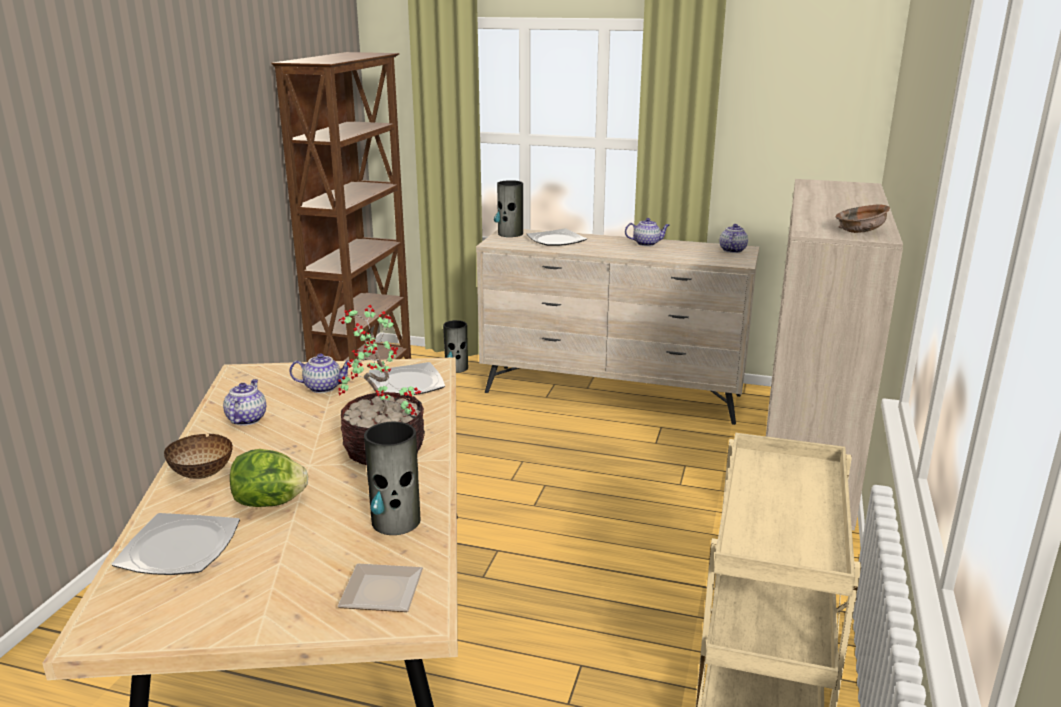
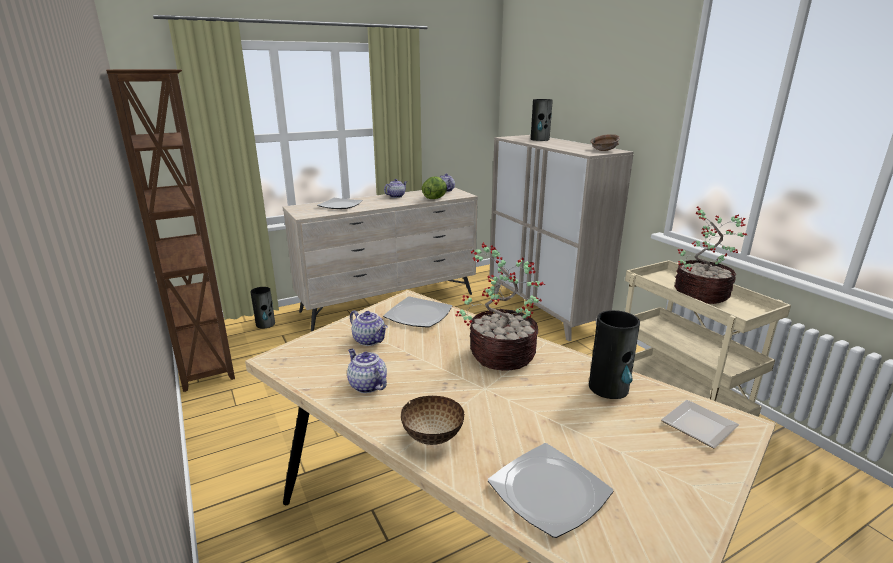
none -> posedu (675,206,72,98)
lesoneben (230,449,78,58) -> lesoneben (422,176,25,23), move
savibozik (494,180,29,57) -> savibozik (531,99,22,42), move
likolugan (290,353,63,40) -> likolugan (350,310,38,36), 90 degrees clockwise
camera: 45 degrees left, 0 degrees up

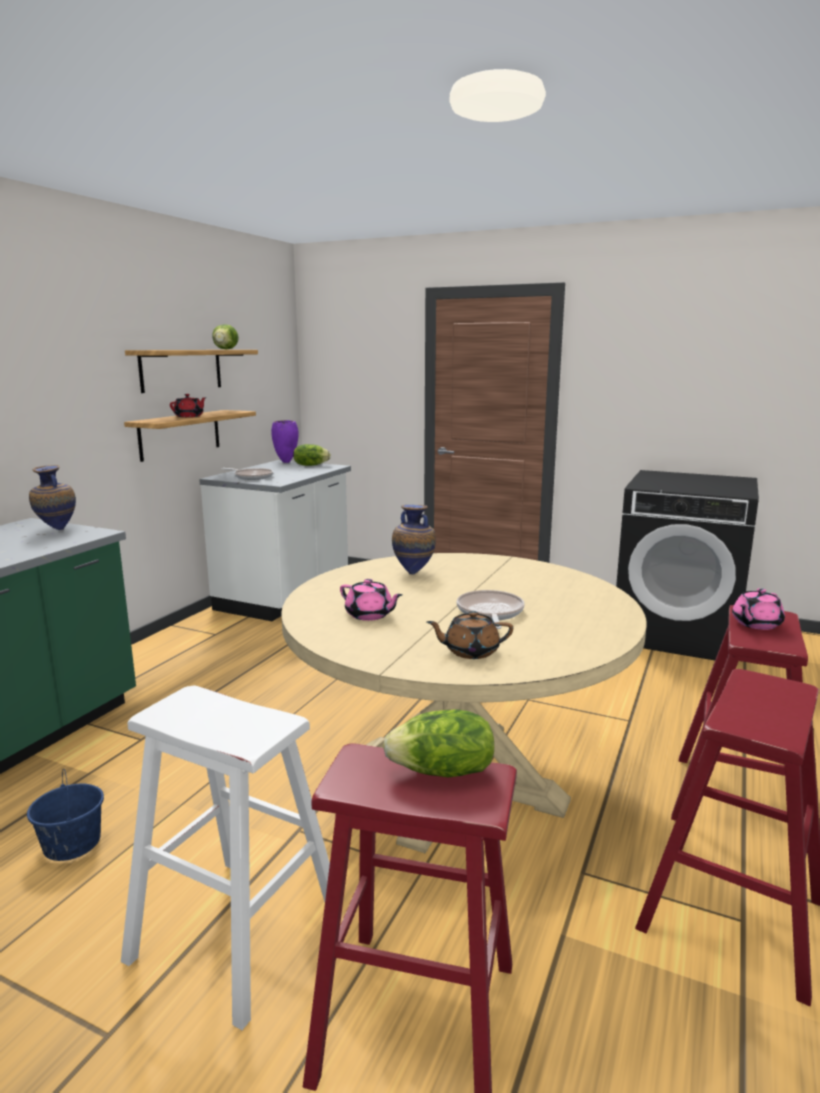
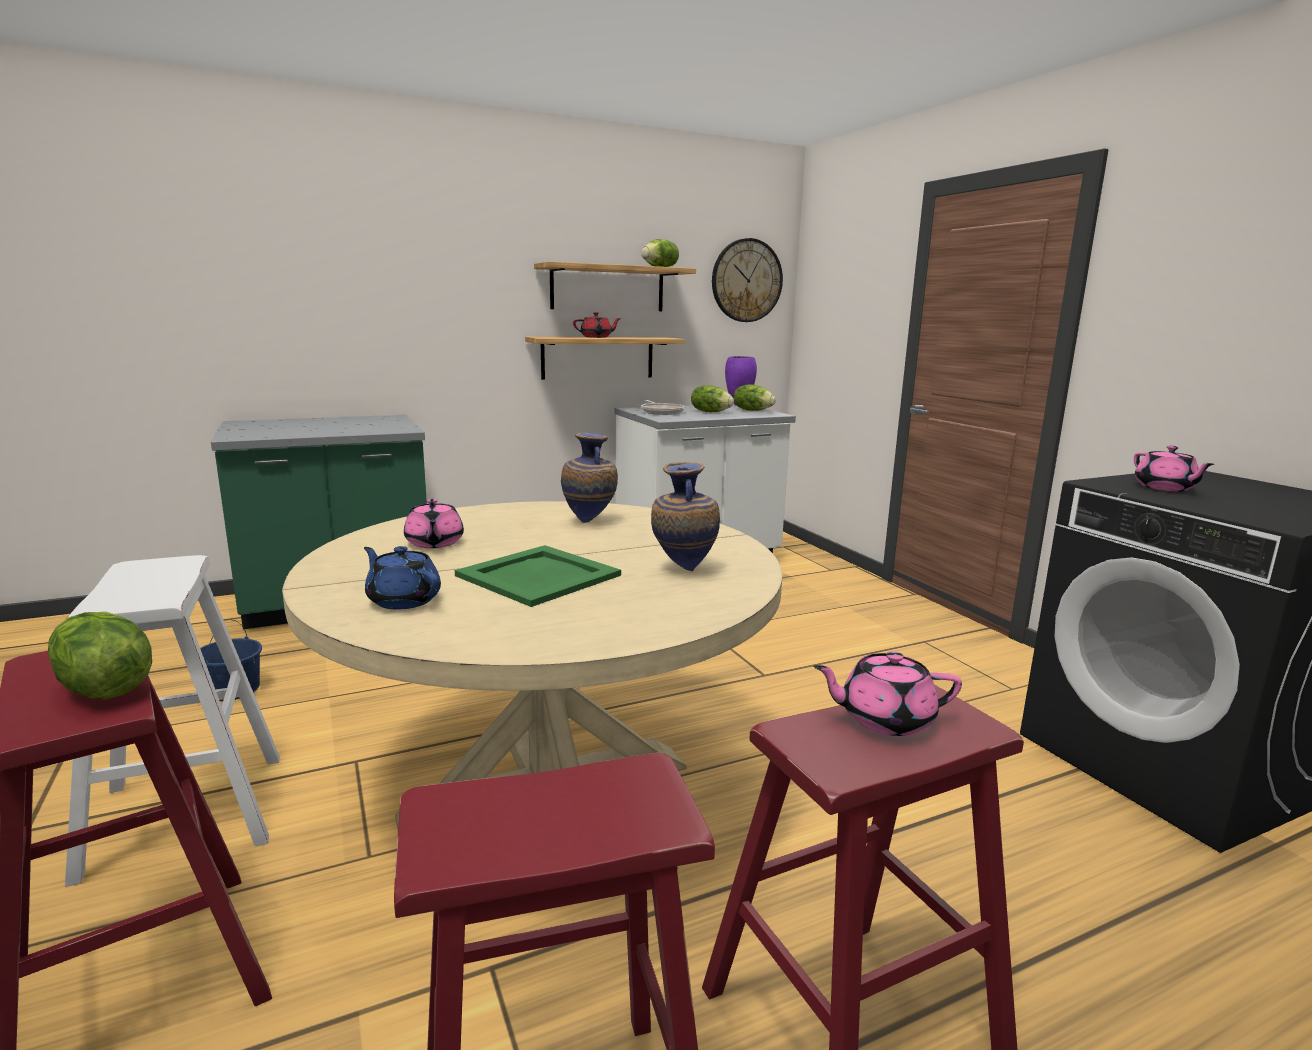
none -> lesoneben (691,385,43,27)
none -> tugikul (712,238,71,84)
none -> pink_likolugan (1134,446,80,45)
savibozik (29,465,47,65) -> savibozik (651,462,69,109), move
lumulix (457,590,68,39) -> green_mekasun (455,545,166,62)
brown_likolugan (427,611,86,48) -> blue_likolugan (364,546,77,63)
camera: 40 degrees right, 0 degrees up

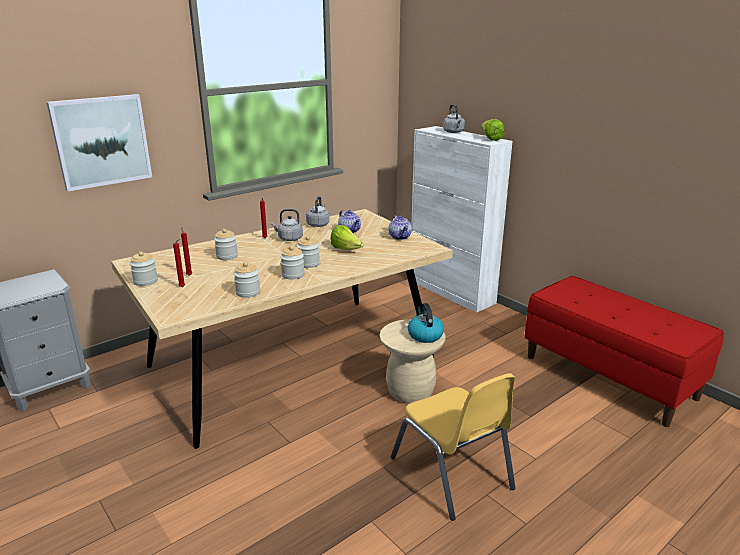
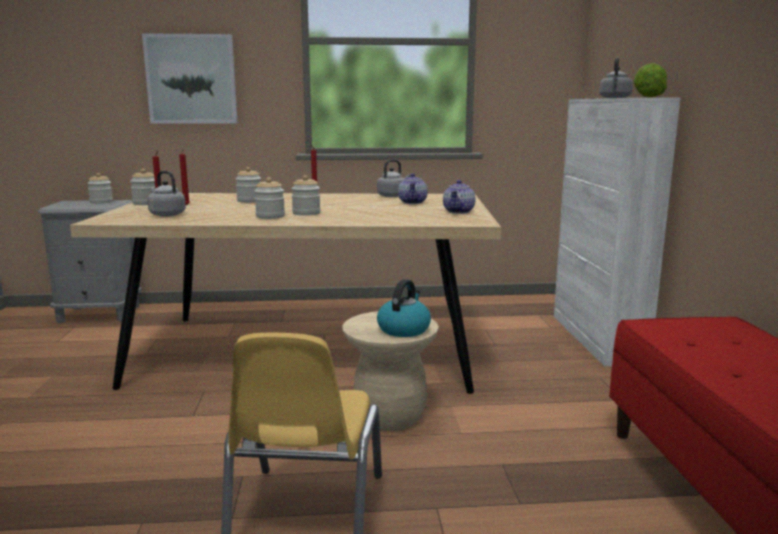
lesoneben (330,225,34,25) -> none
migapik (233,262,27,36) -> migapik (87,173,26,31), move
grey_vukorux (271,209,32,32) -> grey_vukorux (147,171,39,46), move
camera: 35 degrees right, 10 degrees down

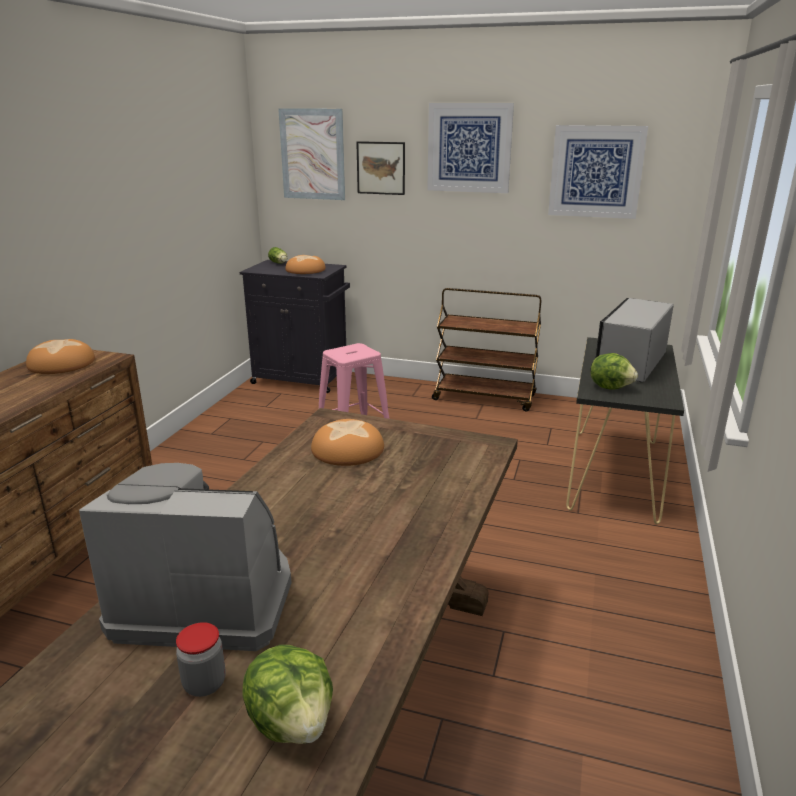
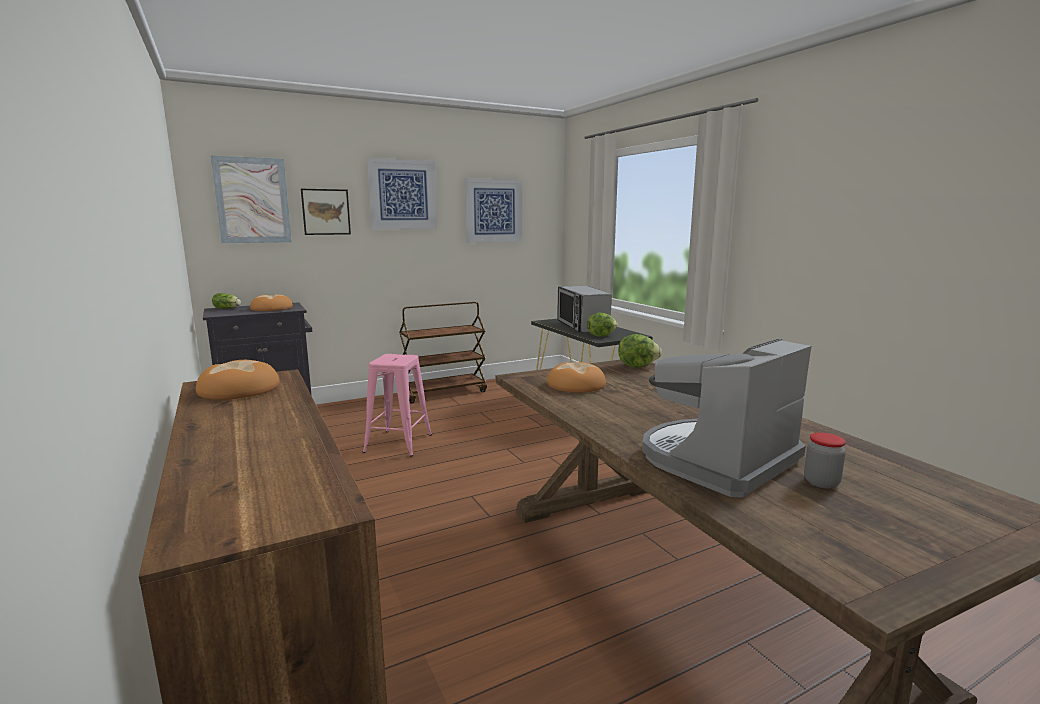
lesoneben (242,645,91,99) -> lesoneben (618,334,44,33), move
camera: 45 degrees left, 10 degrees down

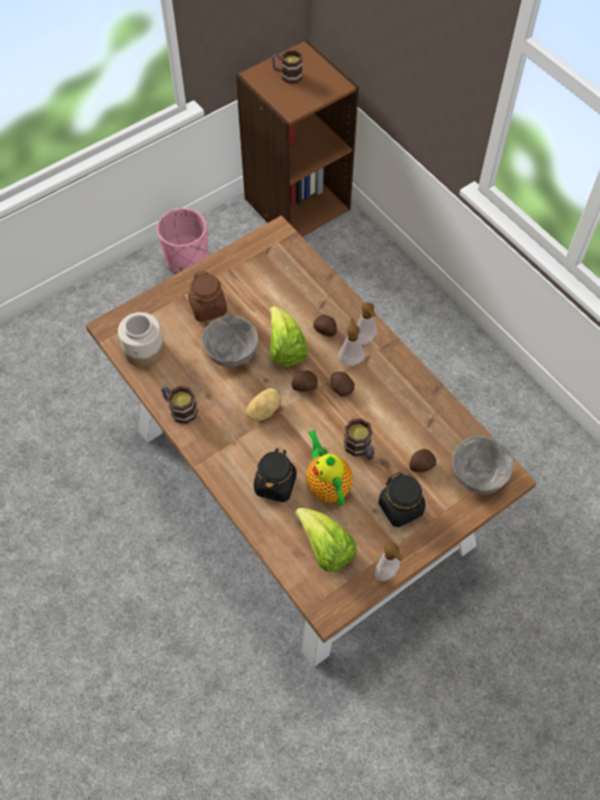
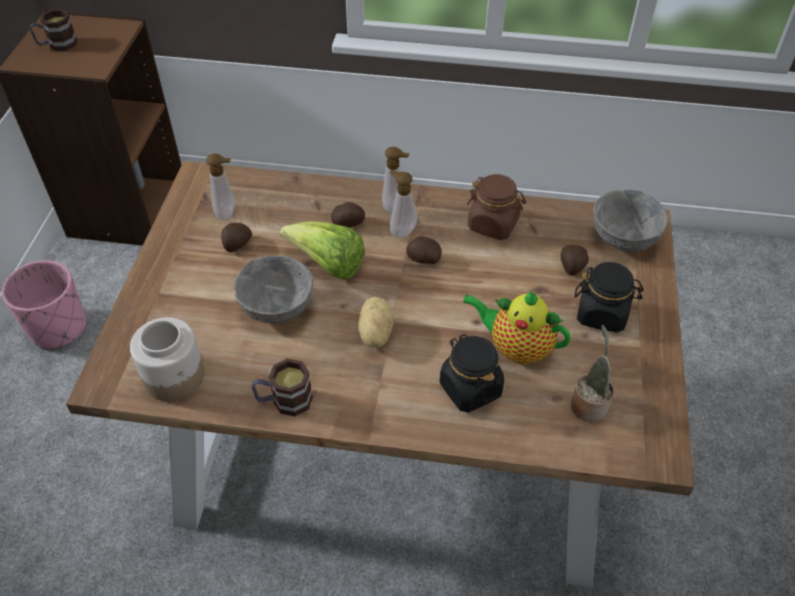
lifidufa (344,418,31,42) -> none
brown_migapik (188,271,39,51) -> brown_migapik (467,174,59,66), move
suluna (291,370,27,22) -> suluna (221,223,31,29), move
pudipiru (375,542,29,39) -> pudipiru (206,153,29,67), move
lesoneben (295,508,62,64) -> posedu (571,325,43,97)
camera: 45 degrees left, 10 degrees down

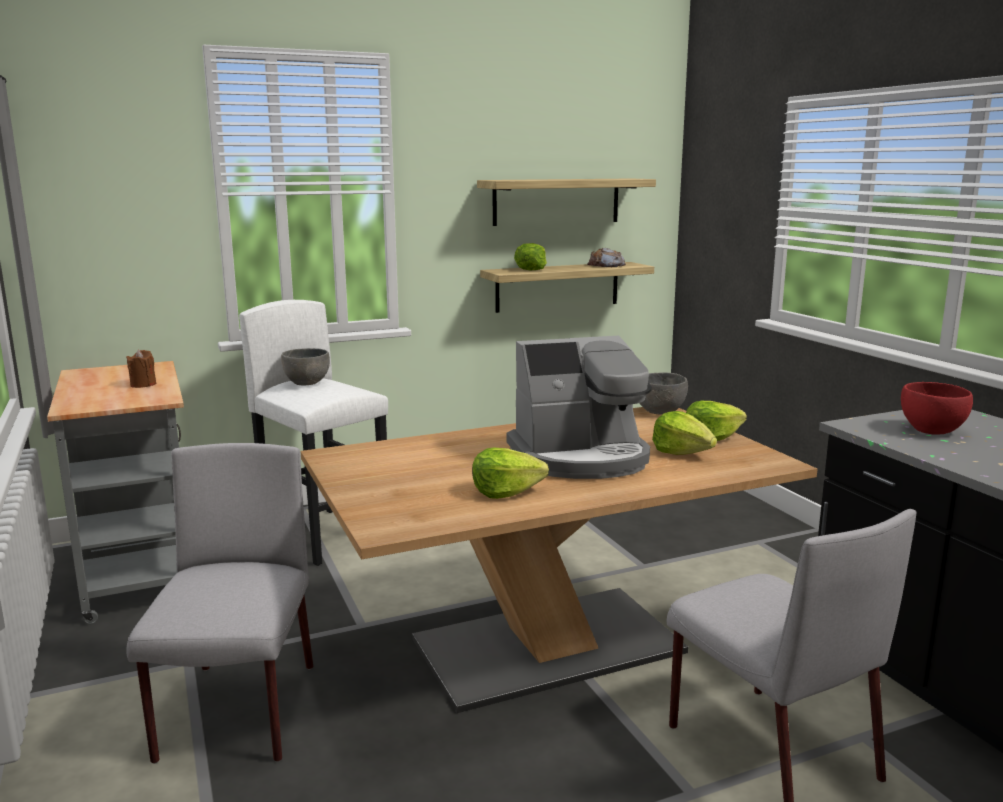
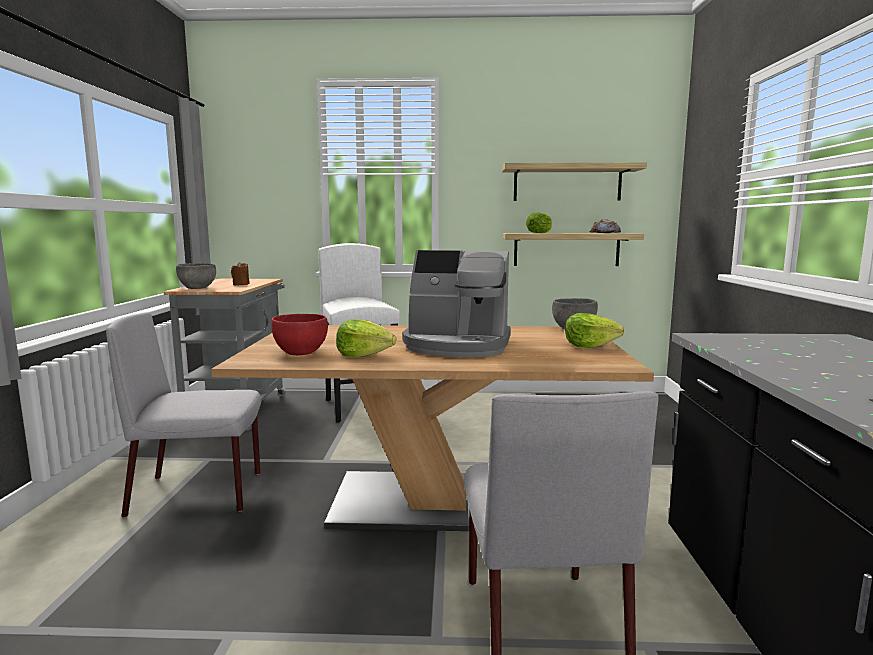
lesoneben (652,411,65,44) -> none
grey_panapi (281,348,49,37) -> grey_panapi (176,263,40,26), move
red_panapi (901,382,72,53) -> red_panapi (271,314,57,41), move
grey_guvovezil (126,443,187,321) -> grey_guvovezil (106,312,155,206), 120 degrees counterclockwise
camera: 25 degrees right, 5 degrees down

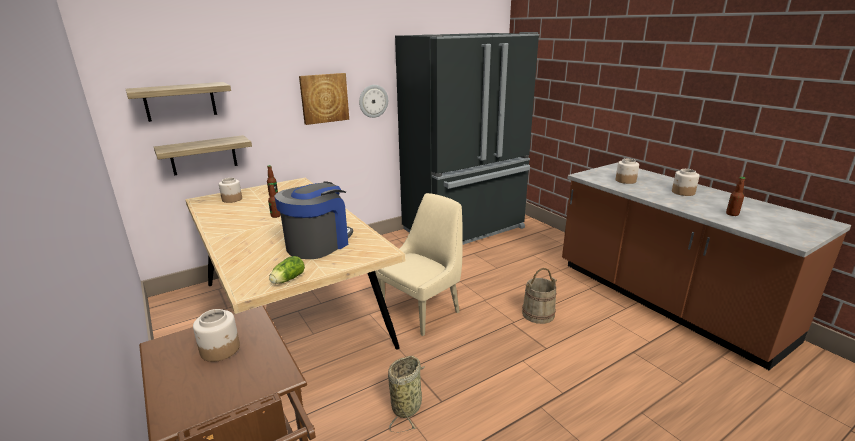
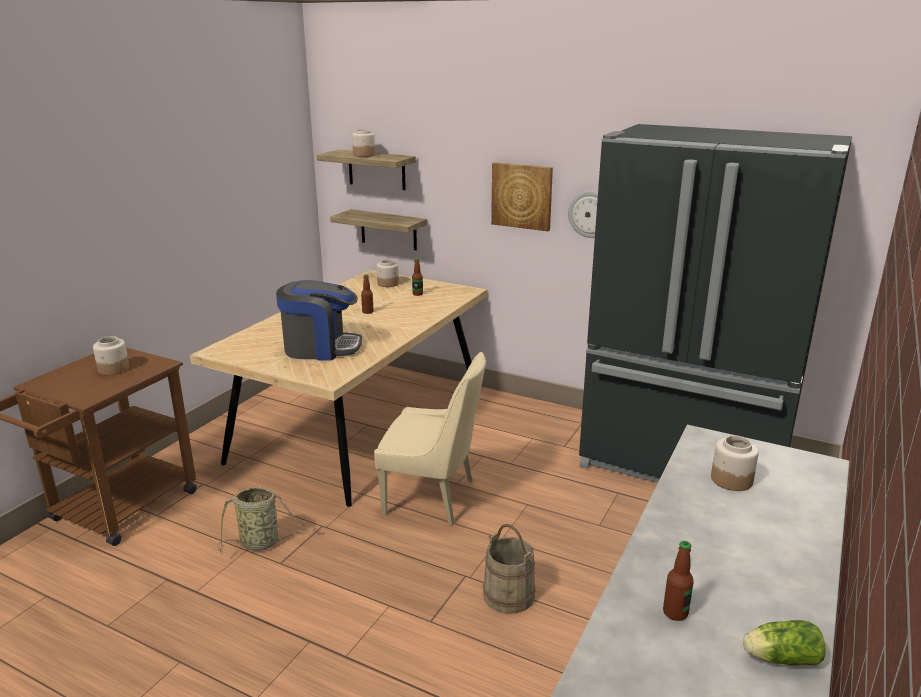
lesoneben (269,256,36,28) -> lesoneben (743,620,83,46), move
migapik (672,169,28,27) -> migapik (352,129,23,28), move
camera: 60 degrees right, 0 degrees up

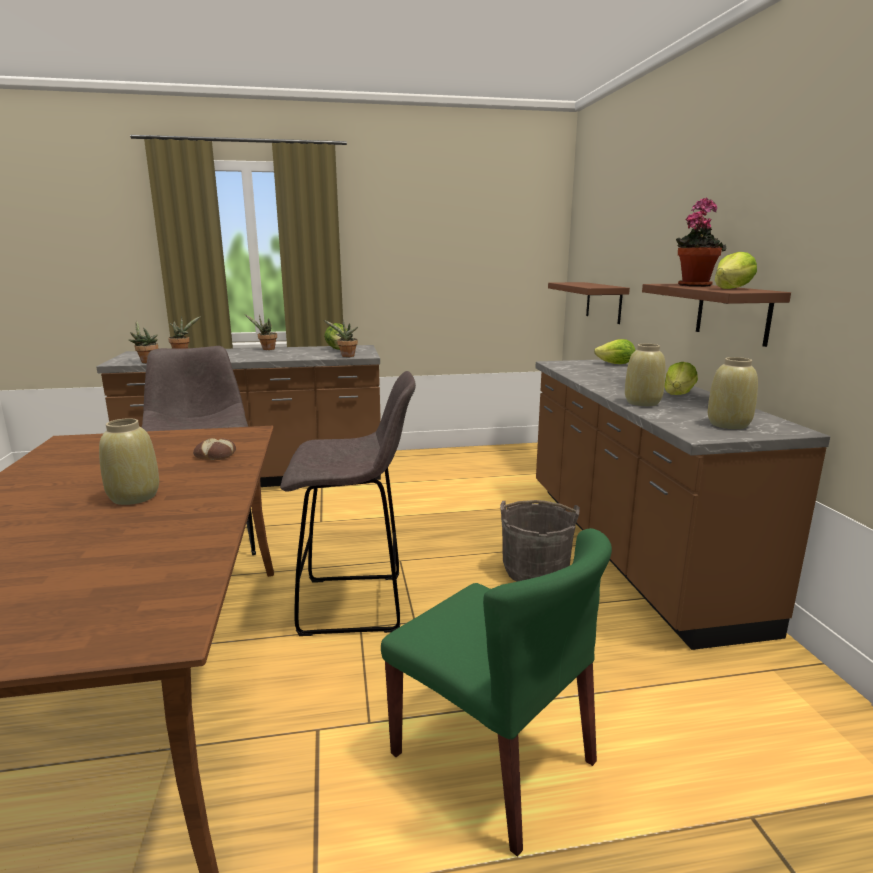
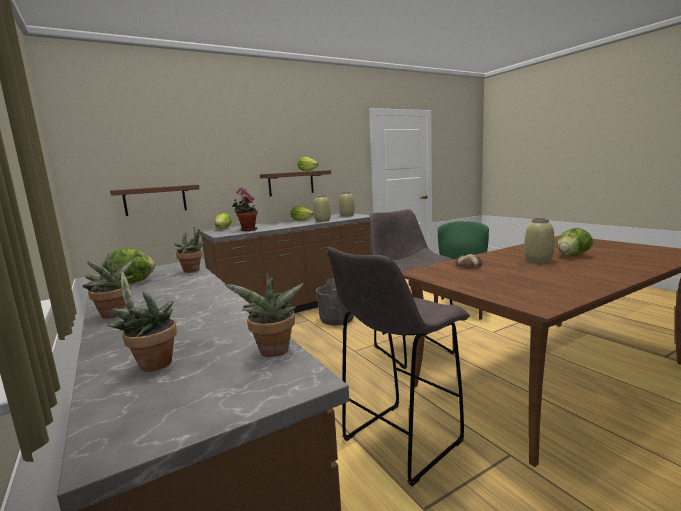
none -> lesoneben (557,228,36,28)
posedu (676,197,50,90) -> posedu (232,188,25,43), move
camera: 110 degrees left, 5 degrees down

